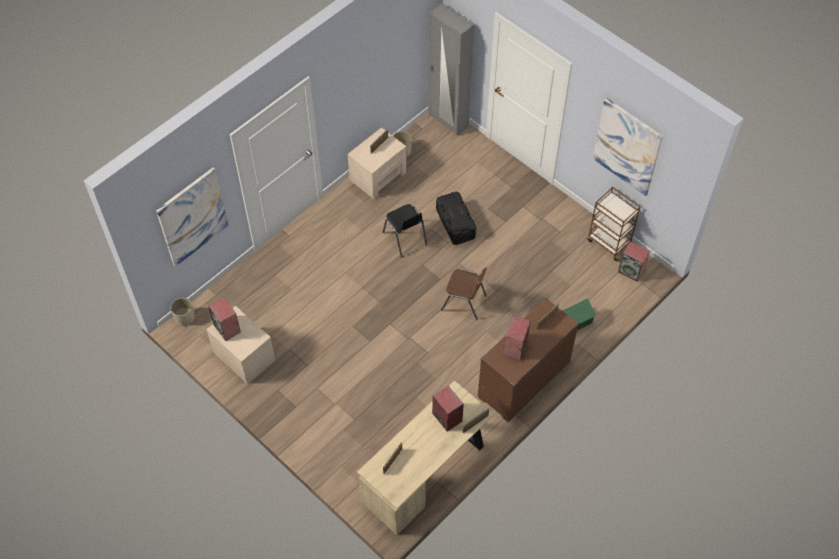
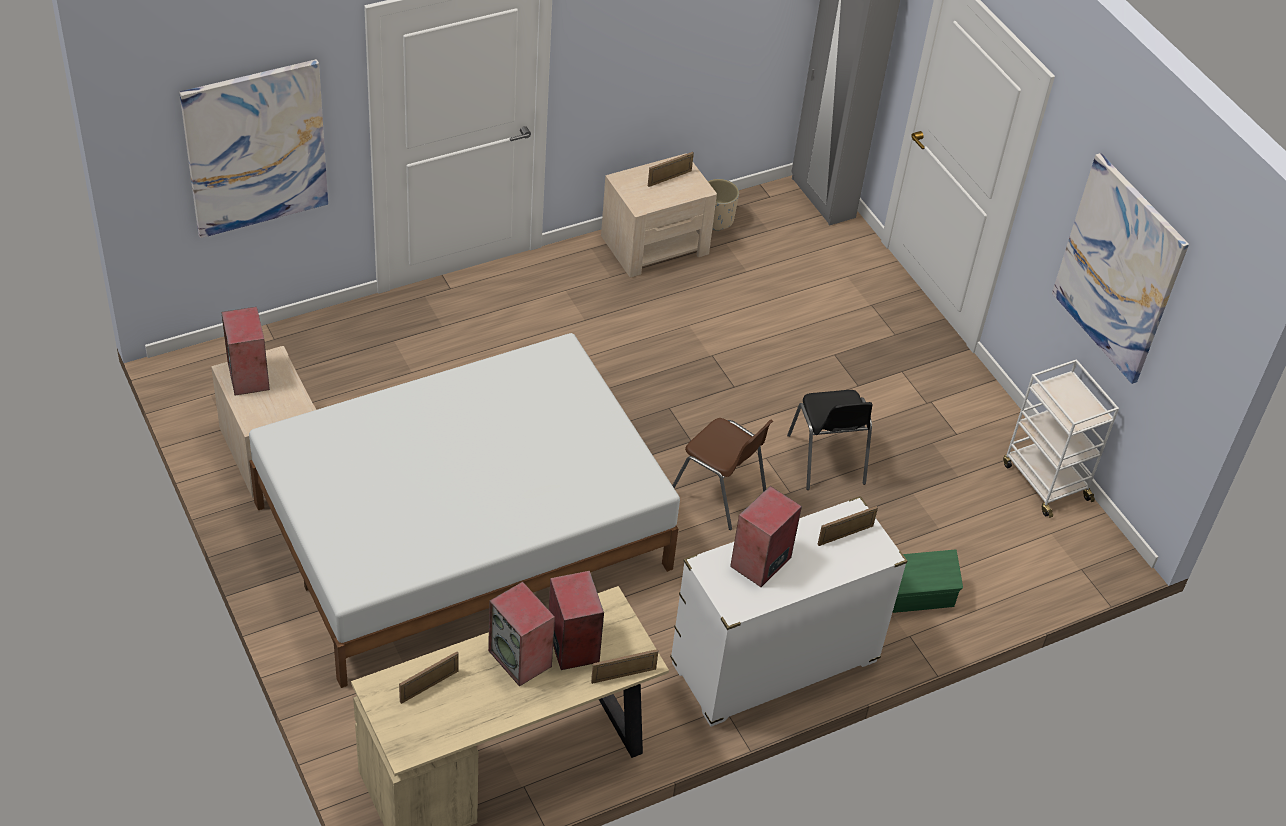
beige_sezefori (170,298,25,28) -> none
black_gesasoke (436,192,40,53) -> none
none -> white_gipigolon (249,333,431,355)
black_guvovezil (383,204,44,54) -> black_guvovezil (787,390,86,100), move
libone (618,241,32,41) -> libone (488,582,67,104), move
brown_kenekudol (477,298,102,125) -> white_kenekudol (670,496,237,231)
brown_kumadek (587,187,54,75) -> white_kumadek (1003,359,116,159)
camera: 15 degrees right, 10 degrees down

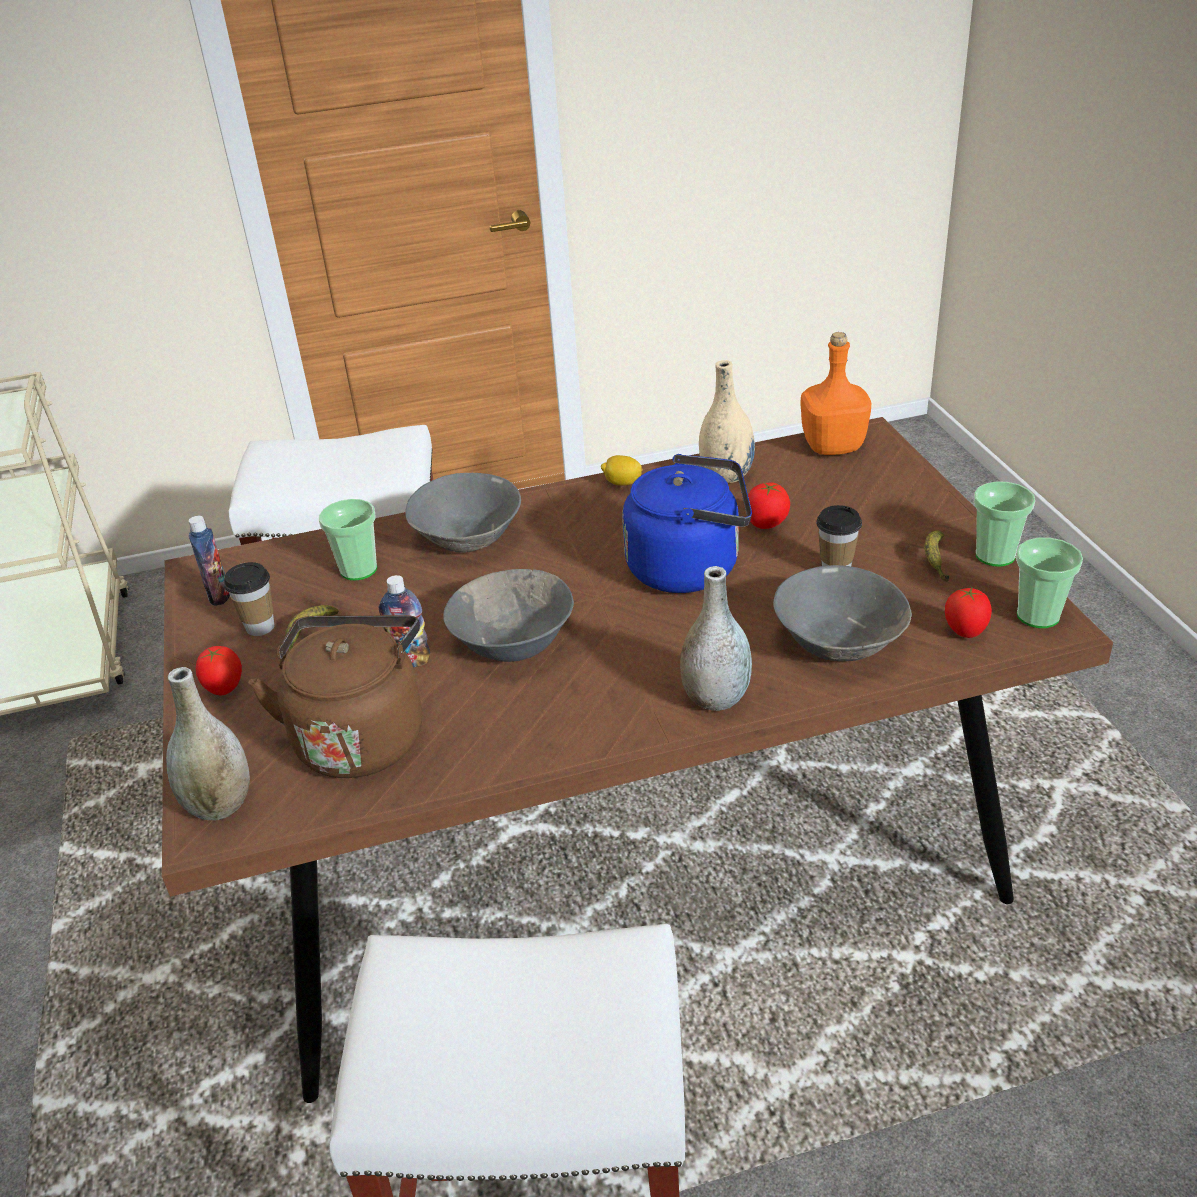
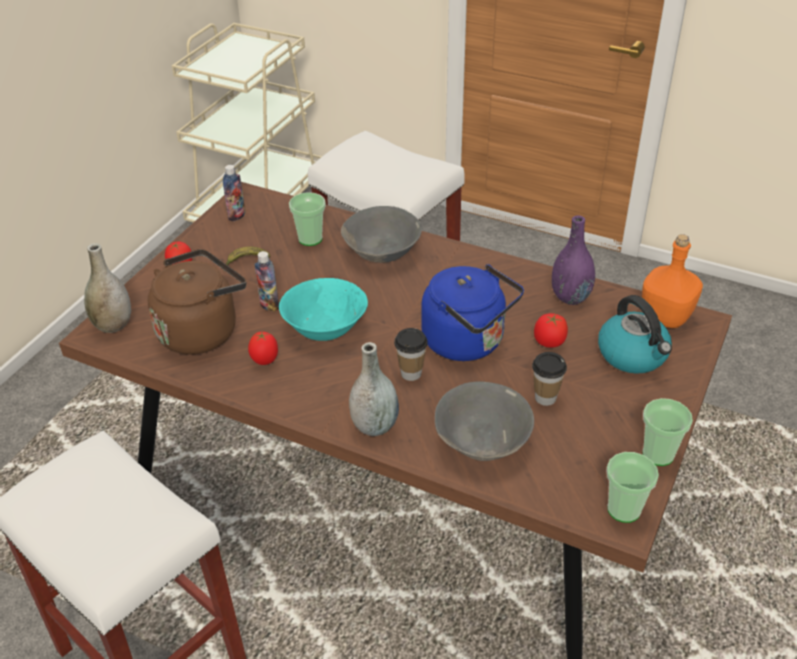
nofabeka (601,455,42,31) -> none
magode (924,530,25,52) -> none
none -> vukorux (598,295,74,79)
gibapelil (224,562,50,74) -> gibapelil (394,328,34,53), move
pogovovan (945,588,47,50) -> pogovovan (248,332,30,33), move
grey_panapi (443,569,131,93) -> turquoise_panapi (279,278,89,63)
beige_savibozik (699,360,56,123) -> purple_savibozik (552,215,43,90)
camera: 40 degrees right, 5 degrees up

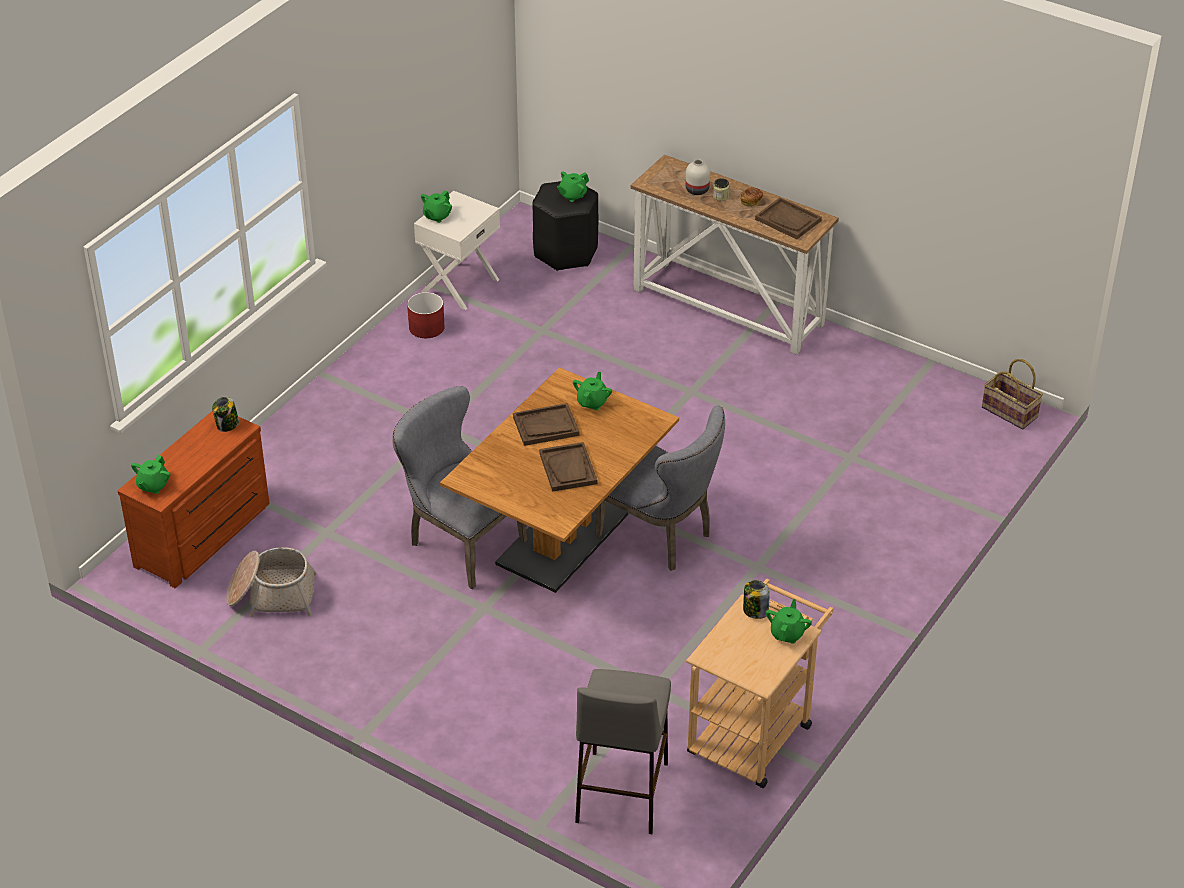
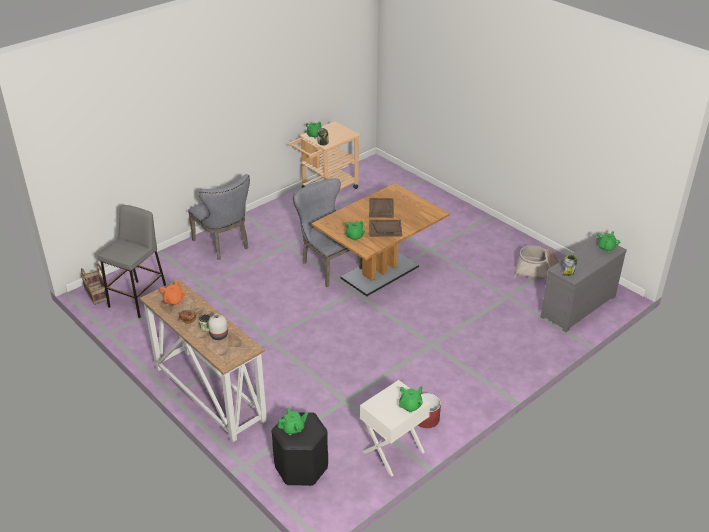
grey_guvovezil (392,386,135,203) -> grey_guvovezil (188,174,62,86), move
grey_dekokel (575,669,96,165) -> grey_dekokel (98,205,68,113), move
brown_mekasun (755,198,67,41) -> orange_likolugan (160,281,26,25)
brown_kenekudol (118,411,152,177) -> grey_kenekudol (540,236,87,96)
camera: 165 degrees left, 5 degrees down

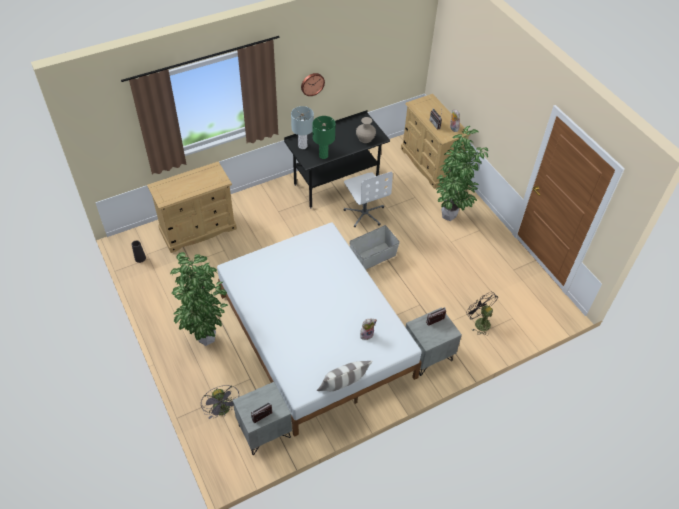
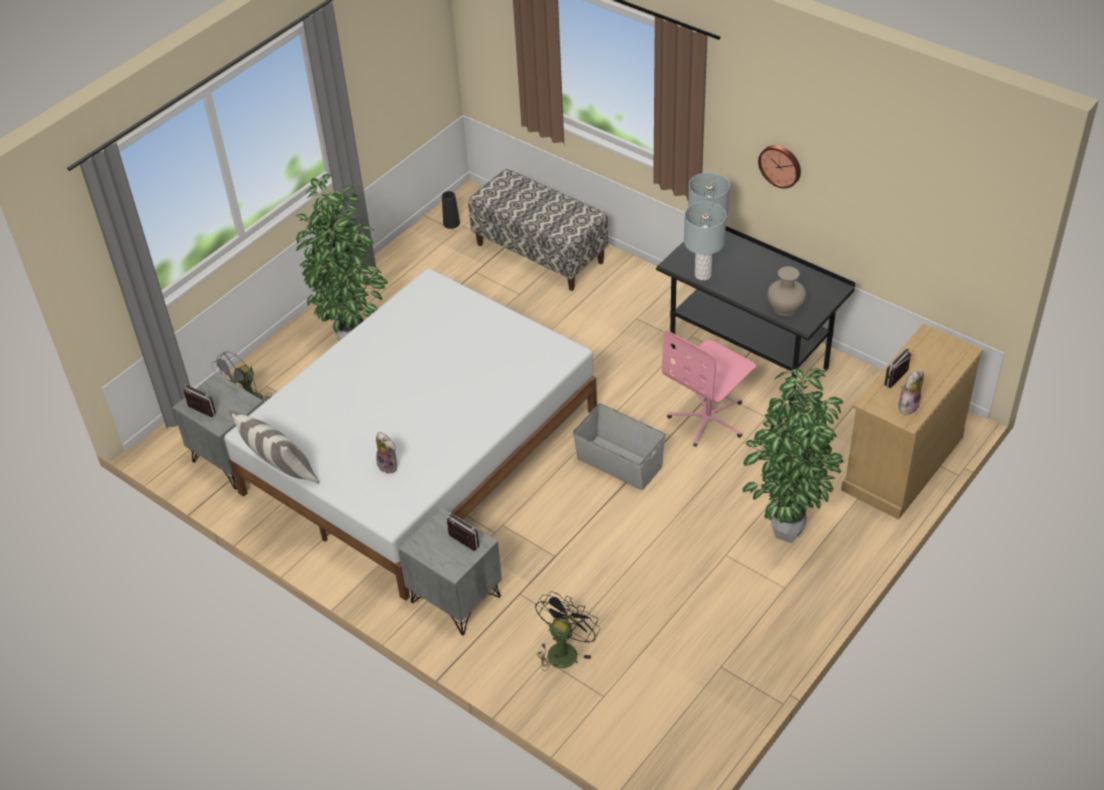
beige_kenekudol (147,161,90,92) -> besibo (468,169,140,122)
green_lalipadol (313,116,23,43) -> grey_lalipadol (684,201,42,79)
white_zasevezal (344,172,49,55) -> pink_zasevezal (662,331,94,116)
camera: 70 degrees right, 5 degrees down

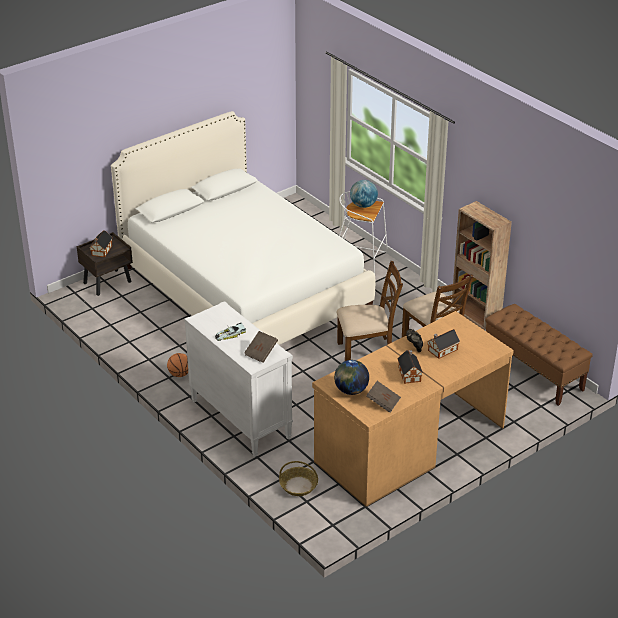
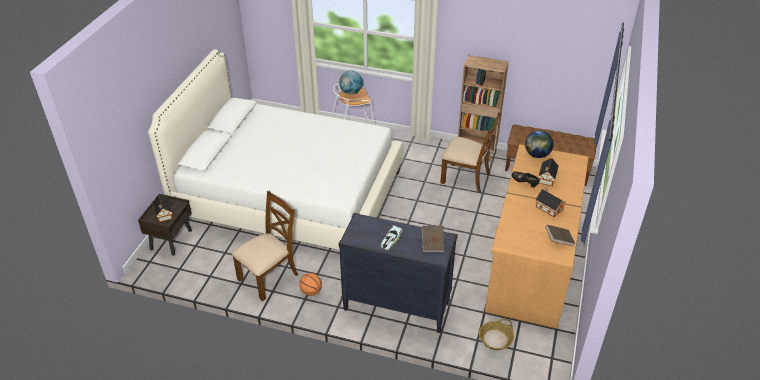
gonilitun (334,360,35,35) -> gonilitun (525,130,29,28), move
brown_guvovezil (337,261,66,100) -> brown_guvovezil (232,191,67,110), move
white_kenekudol (184,301,109,156) -> black_kenekudol (339,213,119,120)
camera: 35 degrees left, 5 degrees up

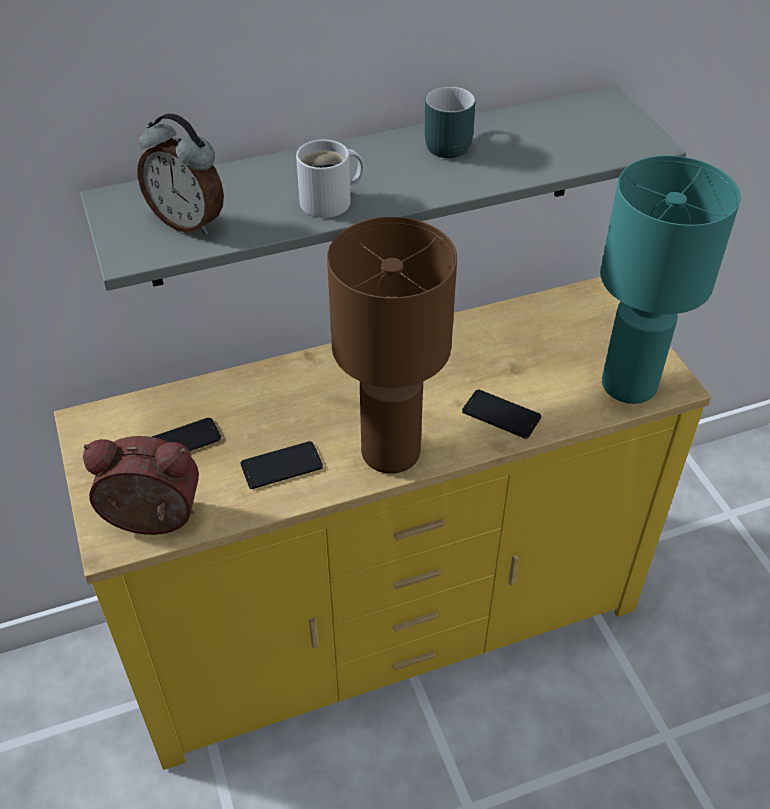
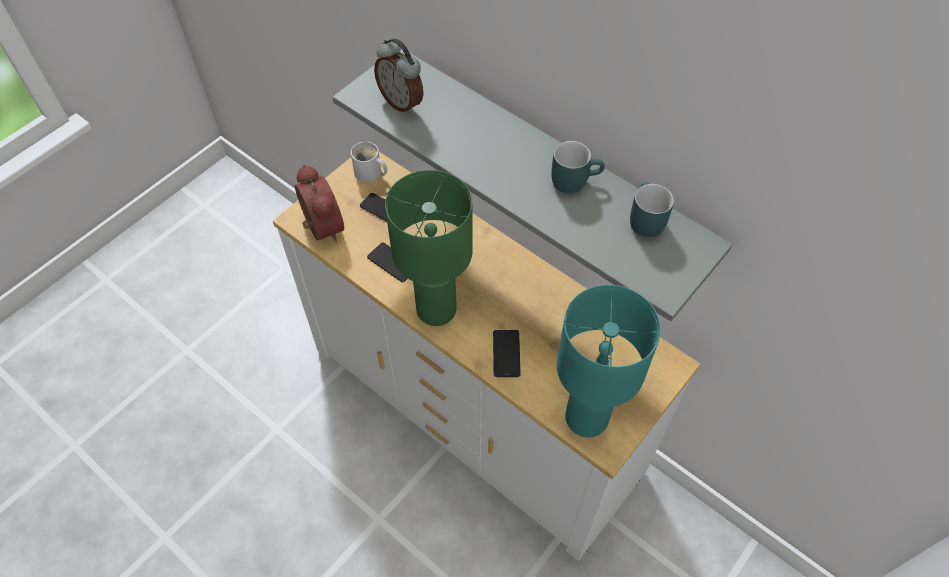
none -> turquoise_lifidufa (630,182,44,55)
white_lifidufa (296,140,68,78) -> white_lifidufa (351,141,36,41), move
yellow_kenekudol (54,277,657,493) -> white_kenekudol (273,152,428,409)
brown_lalipadol (327,217,130,257) -> green_lalipadol (385,170,88,156)
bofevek (138,113,86,122) -> bofevek (374,38,50,76), 45 degrees counterclockwise
camera: 60 degrees right, 10 degrees up

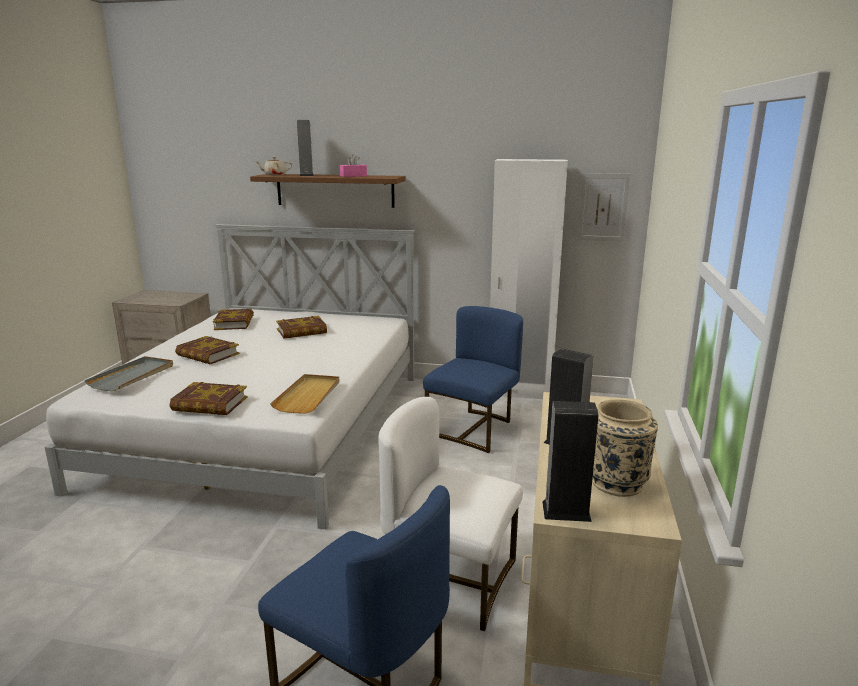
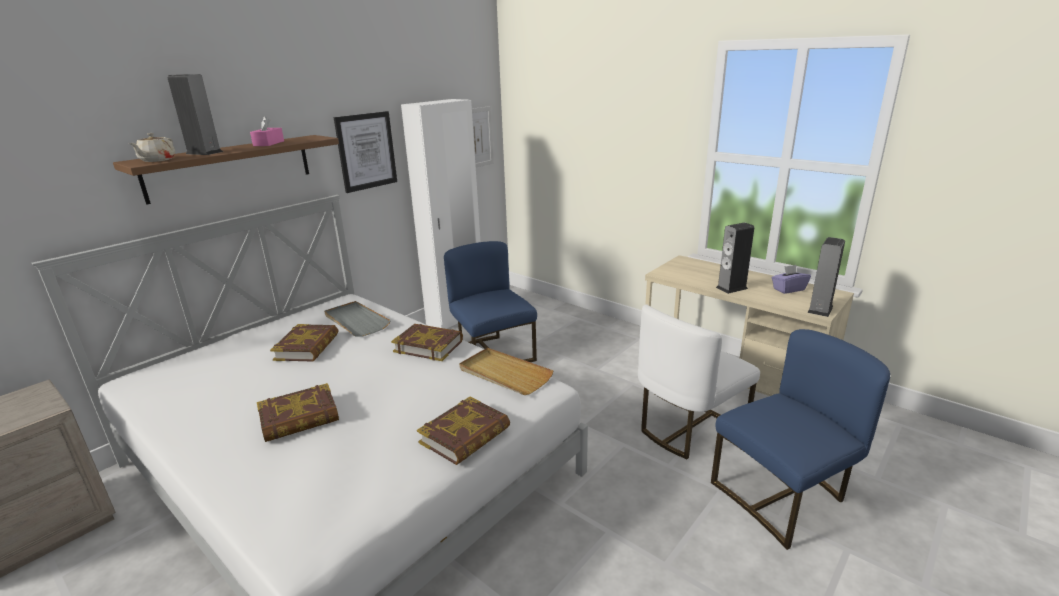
none -> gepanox (334,111,63,82)
grey_mekasun (84,356,89,36) -> grey_mekasun (324,301,67,36), move
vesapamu (213,309,41,21) -> vesapamu (391,324,72,37), move
beige_savibozik (592,399,66,98) -> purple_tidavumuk (772,265,39,29)
camera: 60 degrees left, 5 degrees up

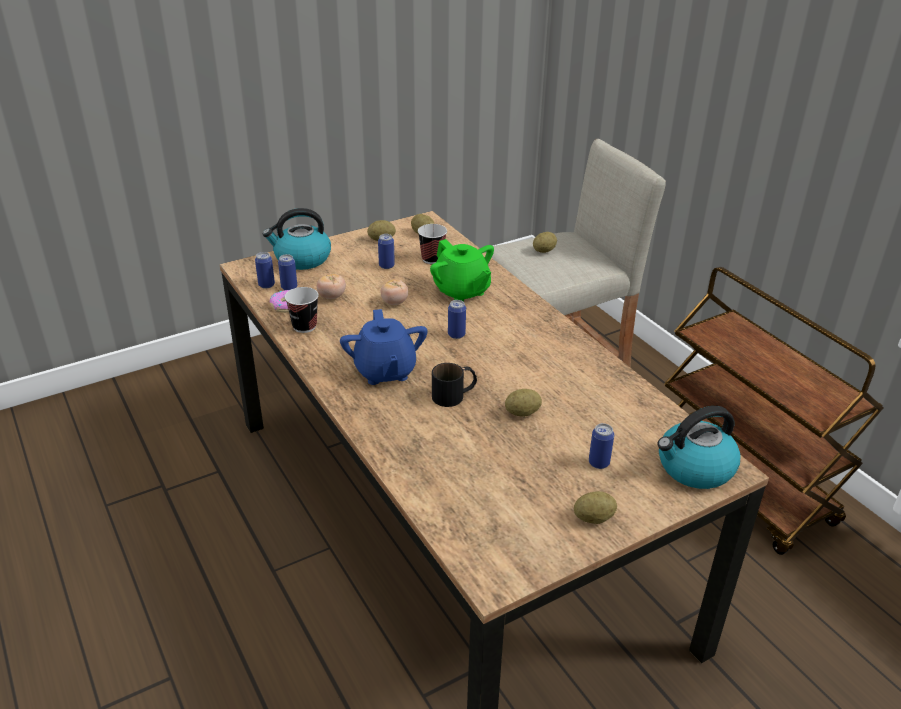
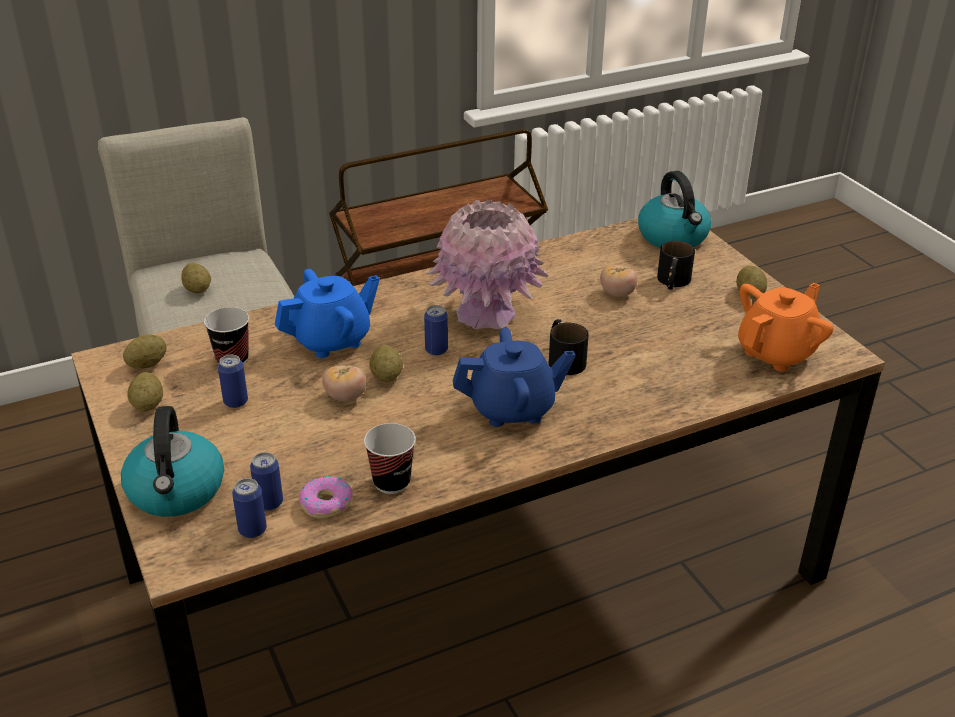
none -> pink_savibozik (426,200,122,129)
none -> orange_likolugan (738,283,96,89)
pogovovan (317,274,29,25) -> pogovovan (600,265,38,32), move
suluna (505,389,37,28) -> suluna (369,345,34,37), move
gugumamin (589,423,25,46) -> black_lifidufa (657,241,38,49)
green_likolugan (430,239,64,63) -> blue_likolugan (275,269,105,89)
camera: 85 degrees left, 0 degrees up

